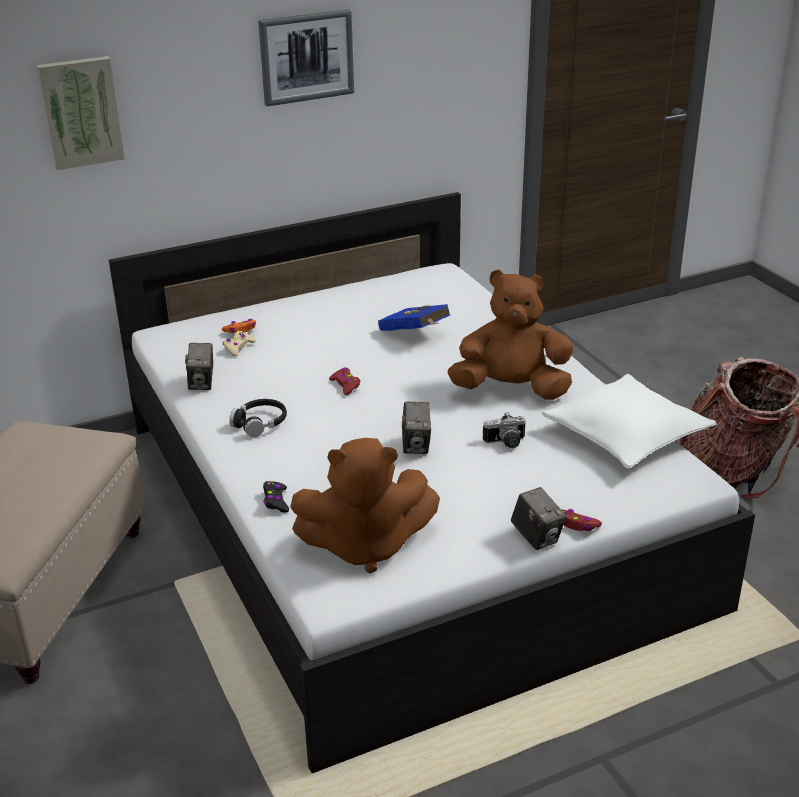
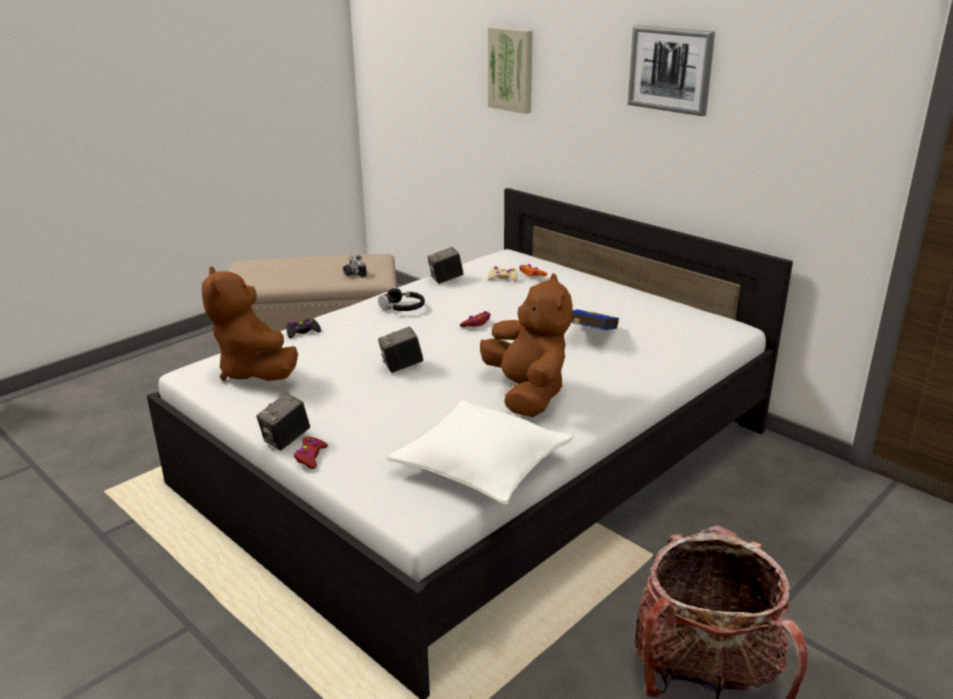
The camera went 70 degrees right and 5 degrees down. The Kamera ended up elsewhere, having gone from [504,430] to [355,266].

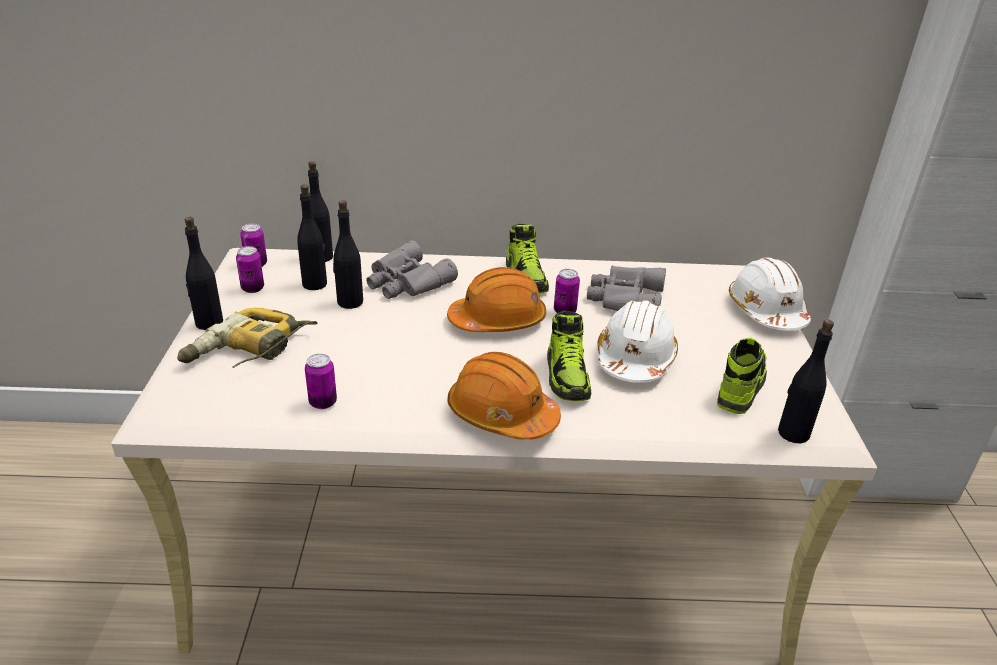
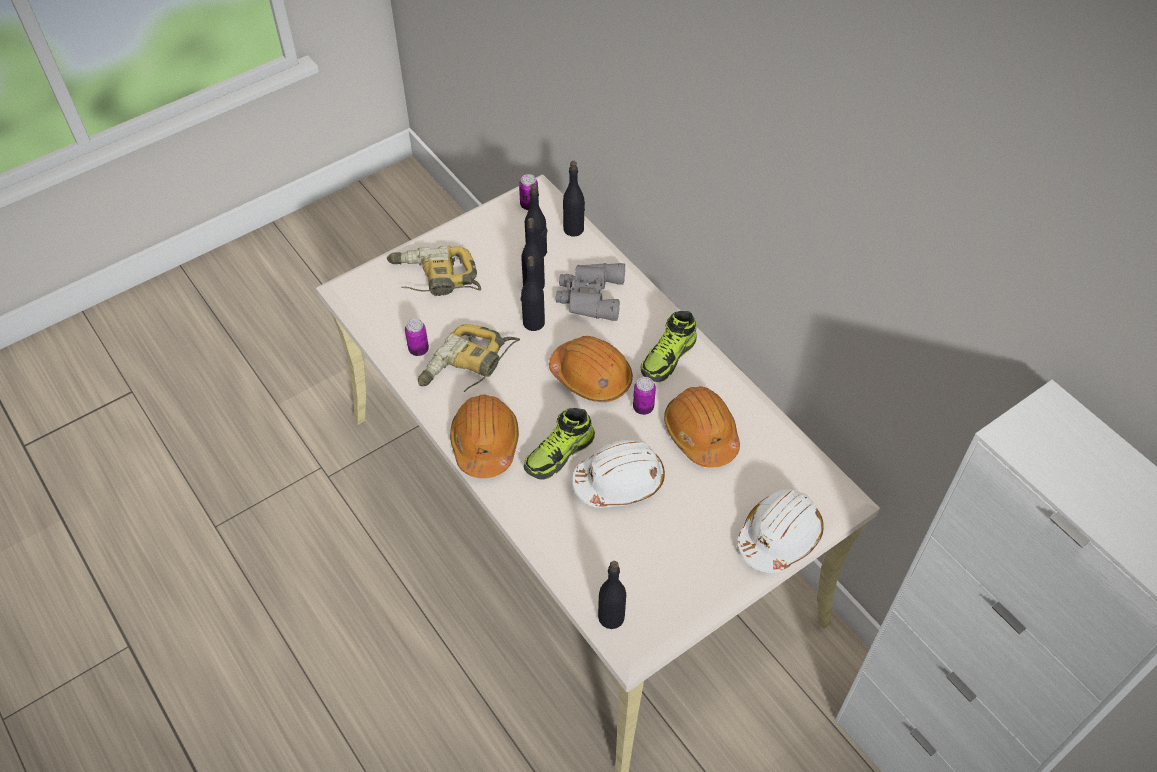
The camera went 55 degrees right and 20 degrees up. The second view lost the Dose at [250,269]. The second view lost the Schuh at [742,376]. The second view gained the Bohrmaschine at [469,358]. The Flasche [schwarz] ended up elsewhere, having gone from [204,273] to [533,293]. Where the Fernglas [grau] stood at [626,288], the Schutzhelm [orange] came to stand at [702,427].

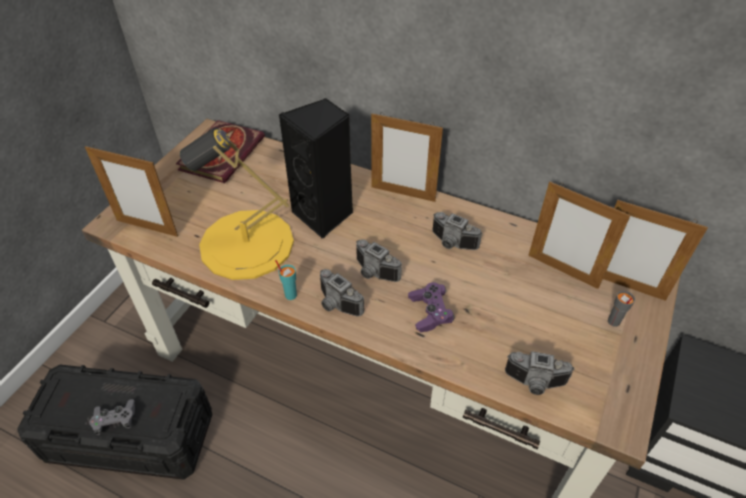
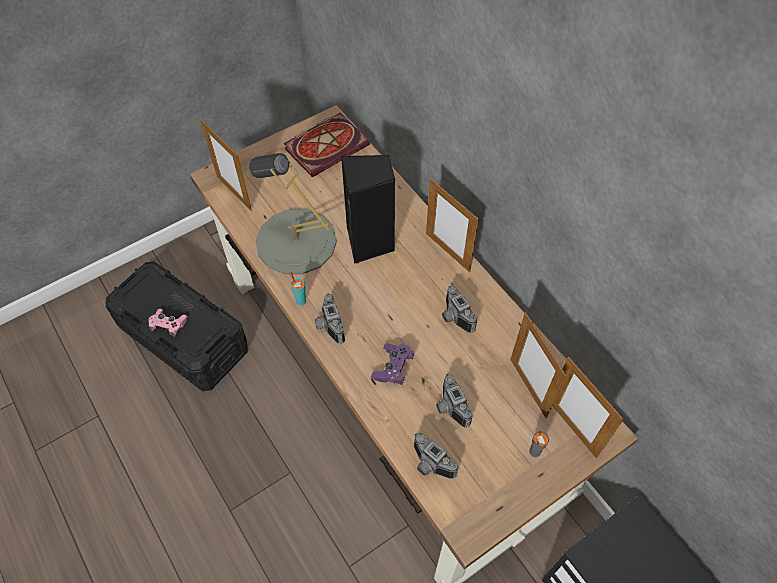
The camera went 30 degrees right and 10 degrees up. The Kamera ended up elsewhere, having gone from [379,260] to [454,401]. What was the Gamepad [grau] at [112,417] turned into the Gamepad [rosa] at [168,322]. What was the Tischlampe [gelb] at [237,203] turned into the Tischlampe [grau] at [293,213].

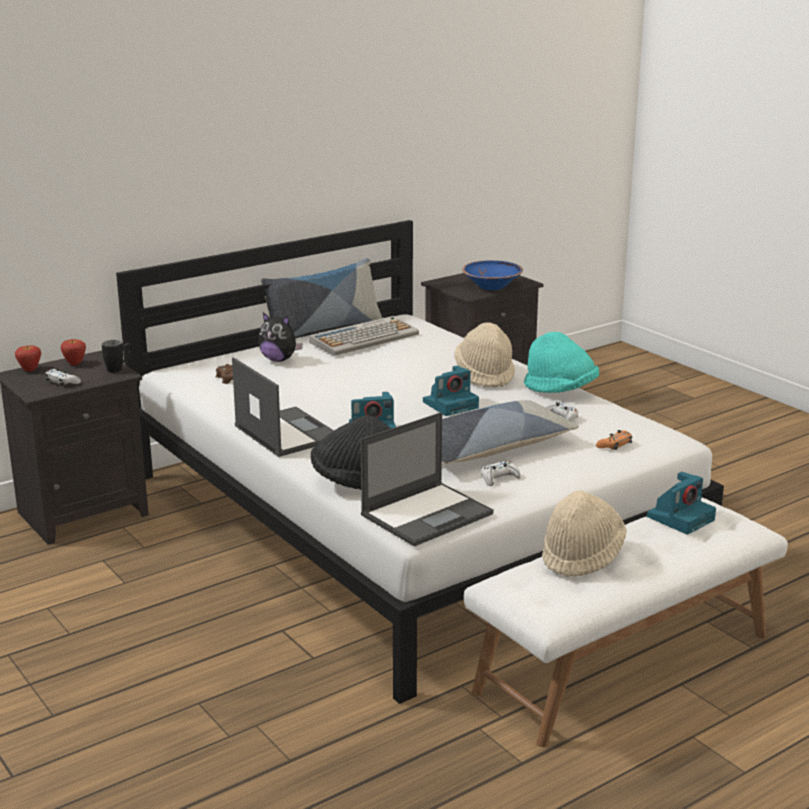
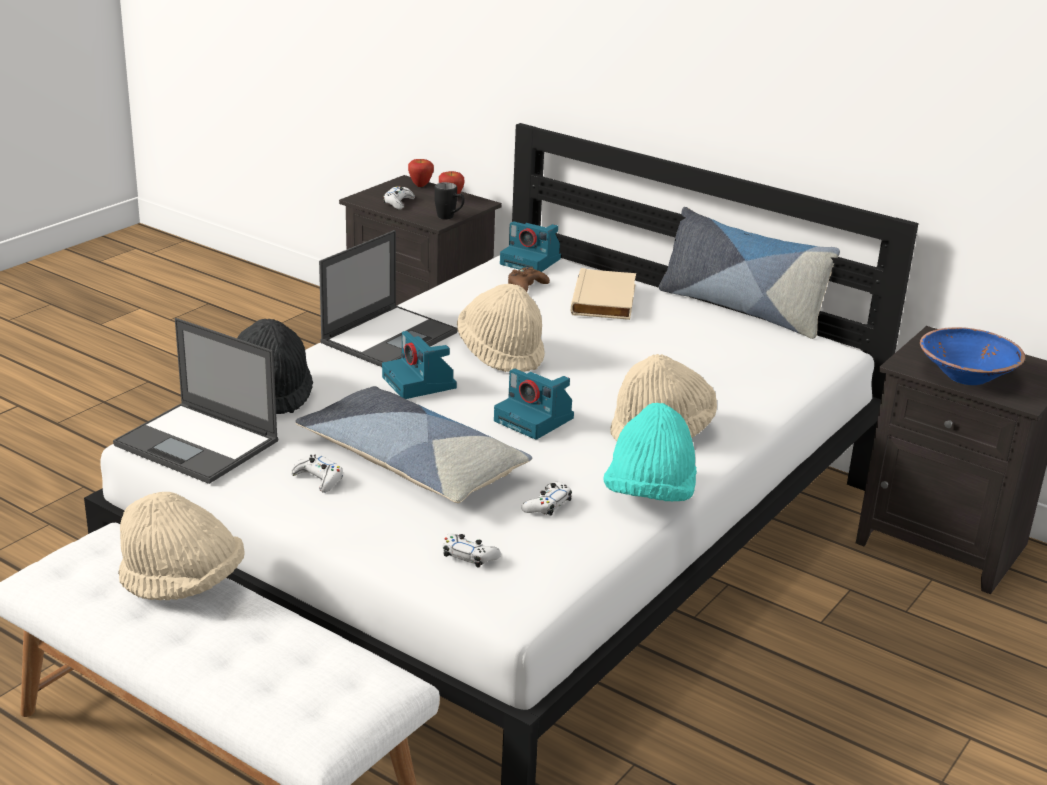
The camera went 70 degrees right and 5 degrees up. The second view lost the Tastatur at [364,336]. The second view gained the Hut [beige] at [501,328]. The Kamera ended up elsewhere, having gone from [681,503] to [530,246]. Where the Plüschtier stood at [280,337], the Buch [beige] came to stand at [603,294]. What was the Gamepad [orange] at [614,440] turned into the Gamepad [weiß] at [471,550].

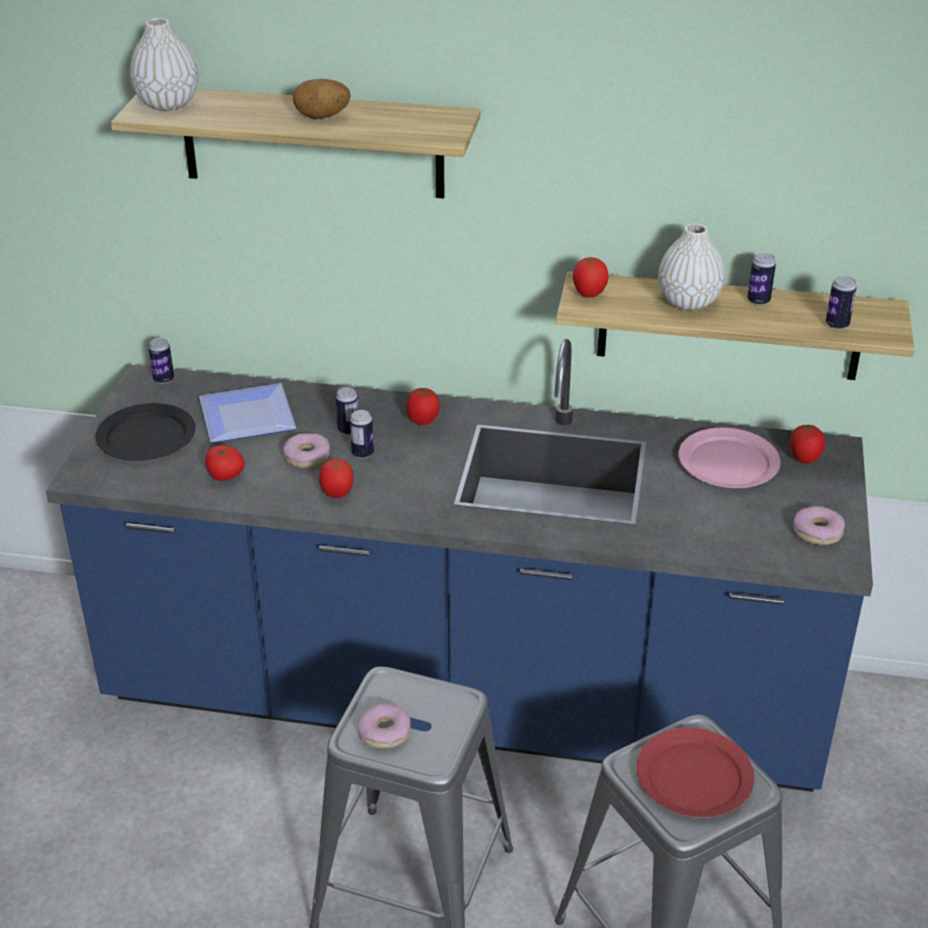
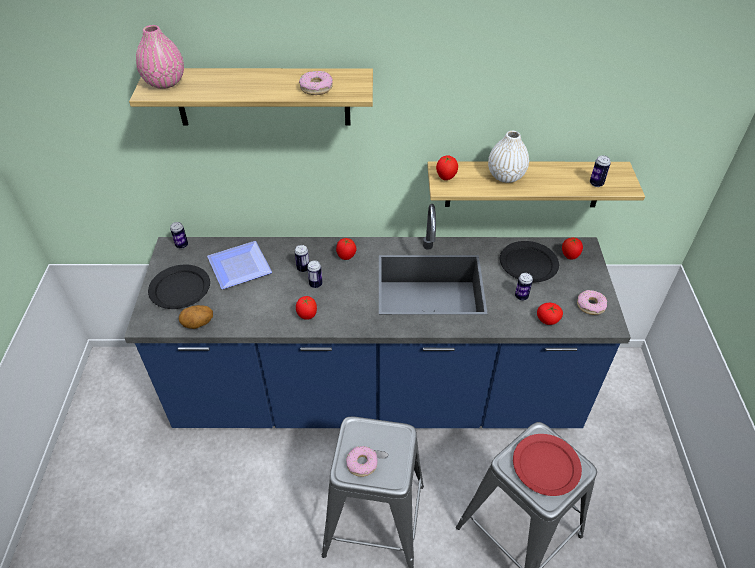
The camera went 10 degrees left and 10 degrees up. The Tomate ended up elsewhere, having gone from [225,463] to [550,314]. The Donut ended up elsewhere, having gone from [306,450] to [316,83]. The Kartoffel ended up elsewhere, having gone from [322,99] to [196,317]. The Dose ended up elsewhere, having gone from [761,279] to [524,287]. What was the Vase [weiß] at [164,64] turned into the Vase [rosa] at [160,57]. What was the Teller [rosa] at [729,458] turned into the Teller [schwarz] at [529,261].

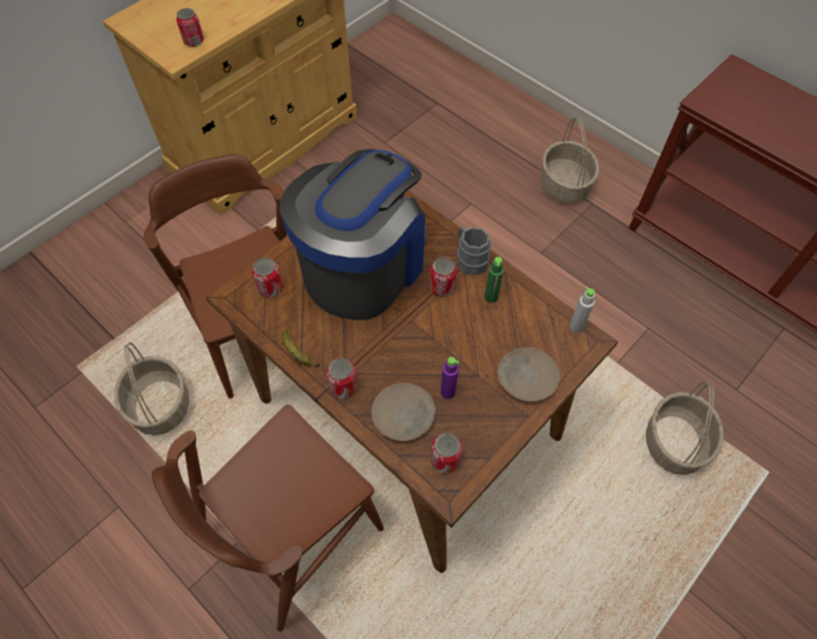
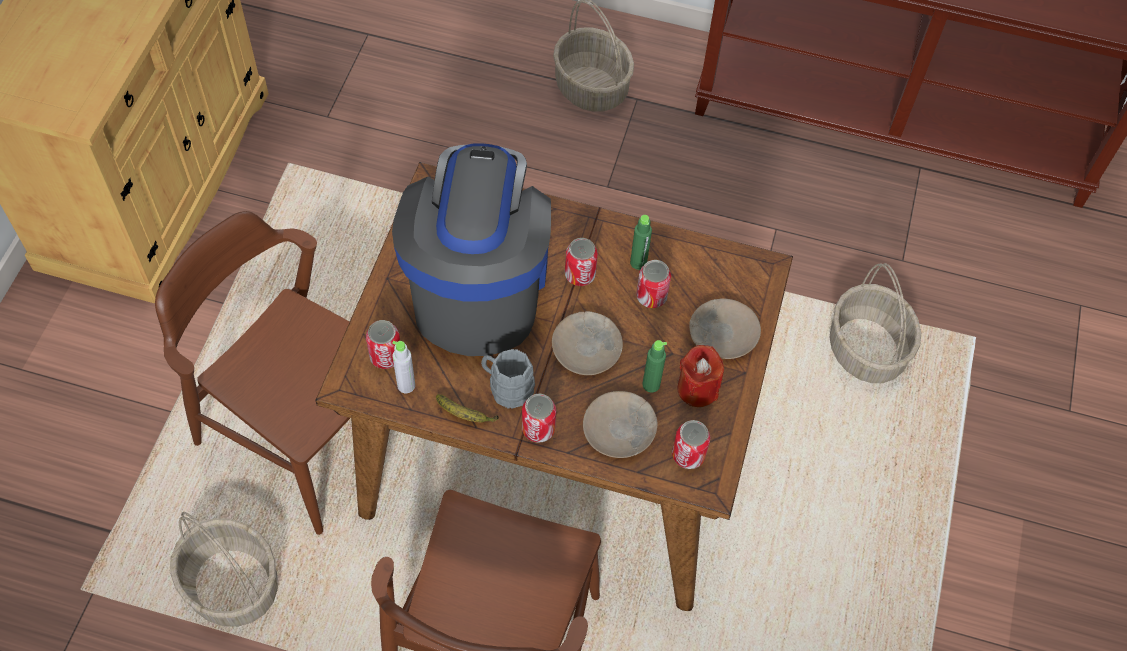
The camera went 30 degrees left and 0 degrees up. The second view gained the Teller [beige] at [587,343]. The second view gained the Kerze [rot] at [701,376]. The Dose ended up elsewhere, having gone from [190,27] to [653,284]. The Henkelbecher [grau] ended up elsewhere, having gone from [474,251] to [508,379]. The Flasche [grau] ended up elsewhere, having gone from [582,310] to [403,367]. What was the Flasche [lila] at [449,378] turned into the Flasche [grün] at [654,366].

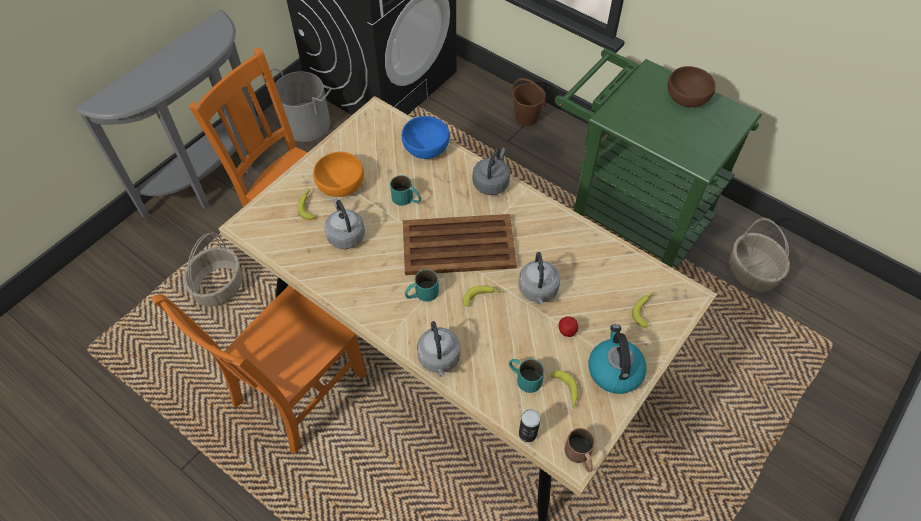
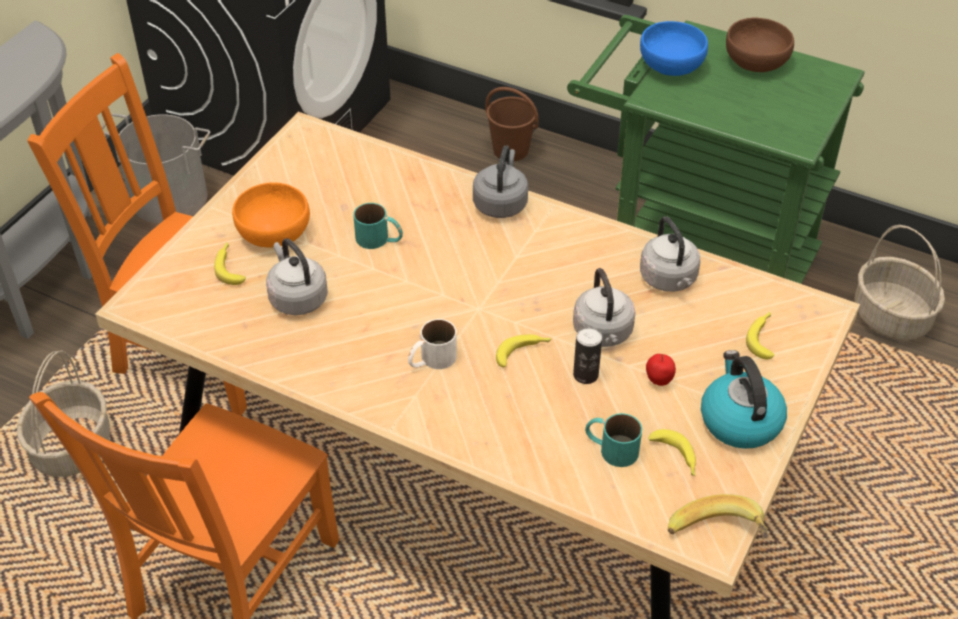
The camera went 10 degrees left and 10 degrees down. The second view lost the Tablett [braun] at [460,244]. The Schüssel [blau] ended up elsewhere, having gone from [426,137] to [674,48]. The Wasserkessel [grau] ended up elsewhere, having gone from [438,349] to [670,254]. The Dose ended up elsewhere, having gone from [530,425] to [587,355]. Where the Henkelbecher [braun] stood at [580,450], the Banane came to stand at [718,516]. What was the Henkelbecher [türkis] at [422,285] turned into the Henkelbecher [weiß] at [432,344].

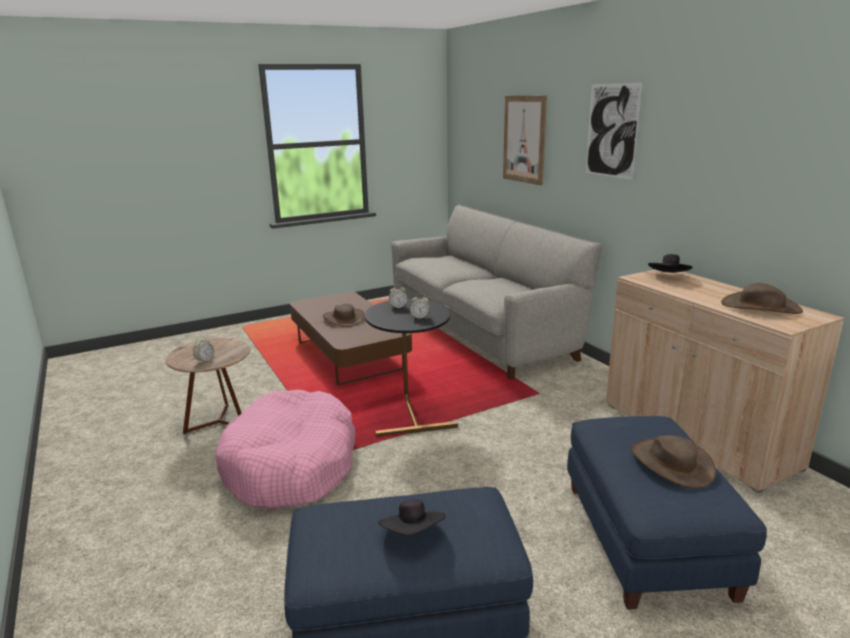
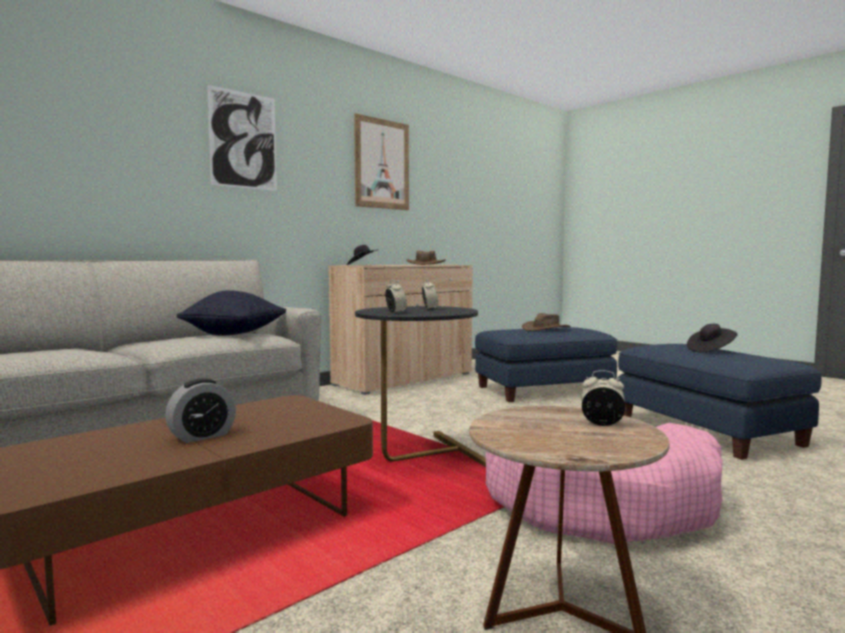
The camera went 105 degrees left and 15 degrees down. The second view gained the Kissen [schwarz] at [231,313]. The Bild ended up elsewhere, having gone from [525,141] to [381,161]. Where the Hut [braun] stood at [344,315], the Wecker came to stand at [200,410].

